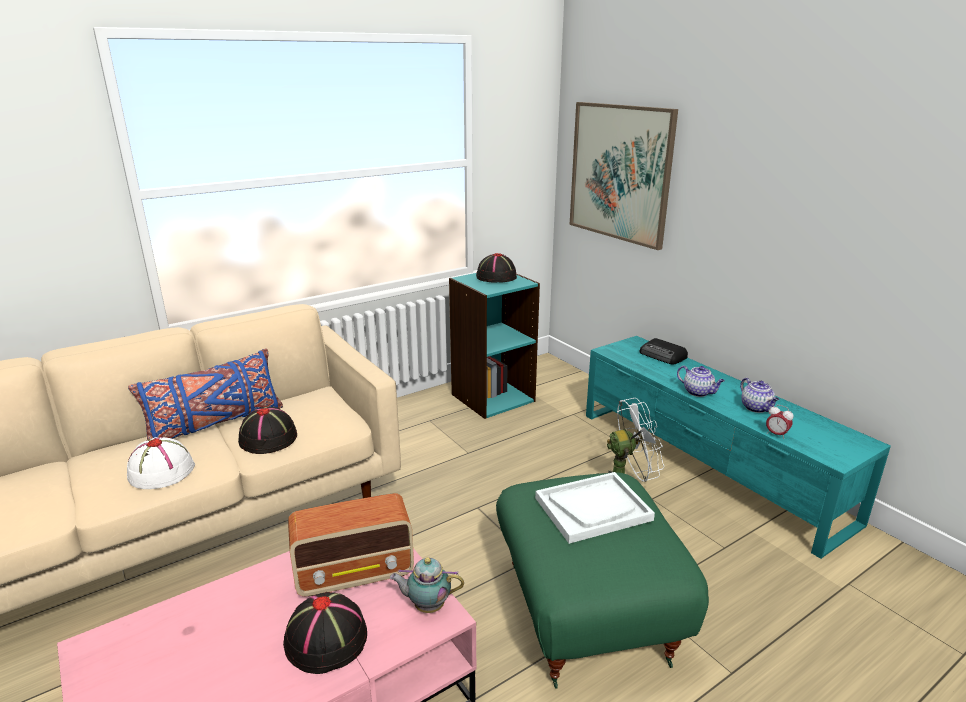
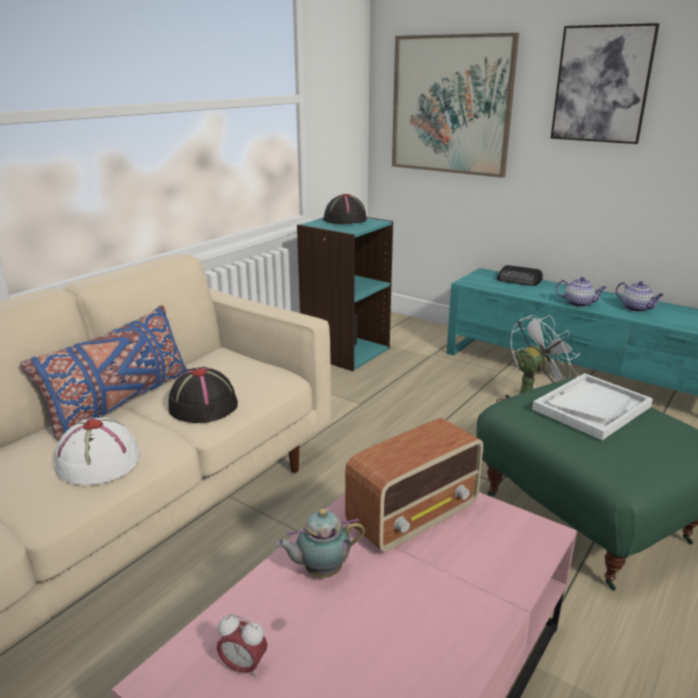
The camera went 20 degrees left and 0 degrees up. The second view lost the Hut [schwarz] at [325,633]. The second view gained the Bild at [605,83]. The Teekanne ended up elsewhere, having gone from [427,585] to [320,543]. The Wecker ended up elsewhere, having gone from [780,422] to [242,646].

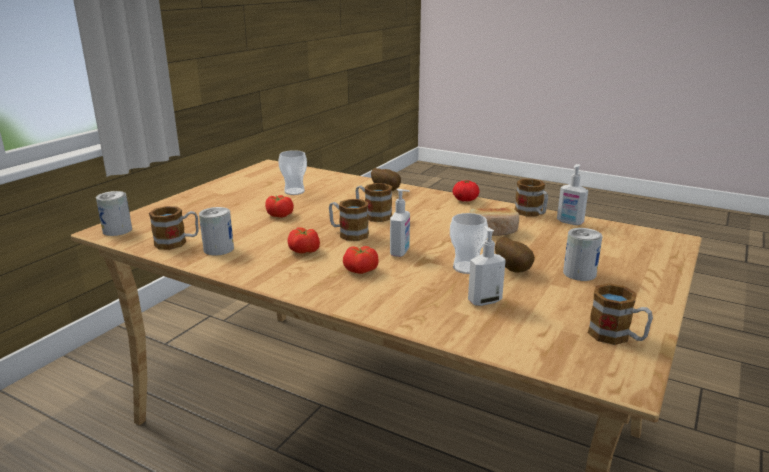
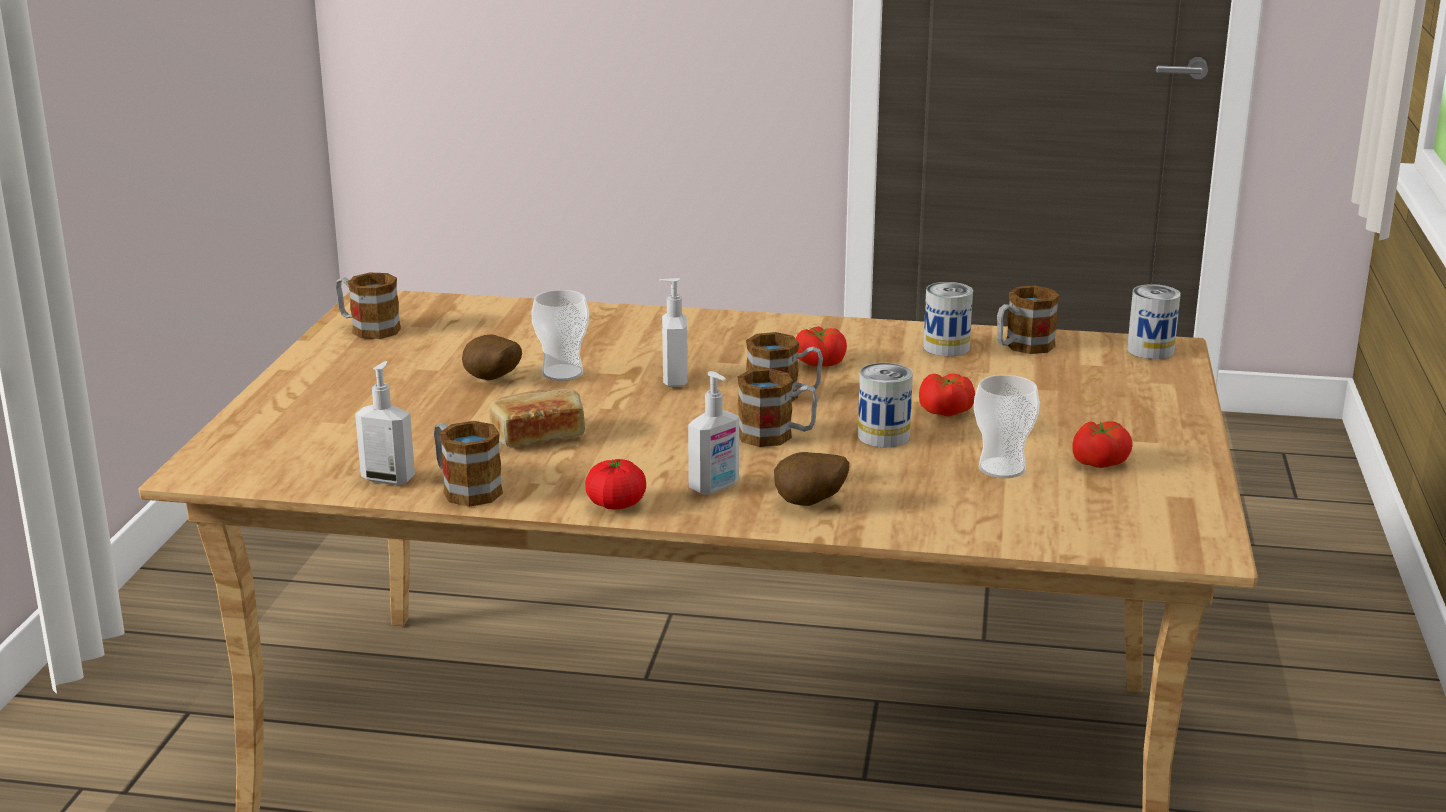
The camera went 160 degrees right and 0 degrees up. The Tomate ended up elsewhere, having gone from [361,260] to [1102,444]. The Seifenspender ended up elsewhere, having gone from [487,266] to [713,433]. The Dose ended up elsewhere, having gone from [582,254] to [885,405].

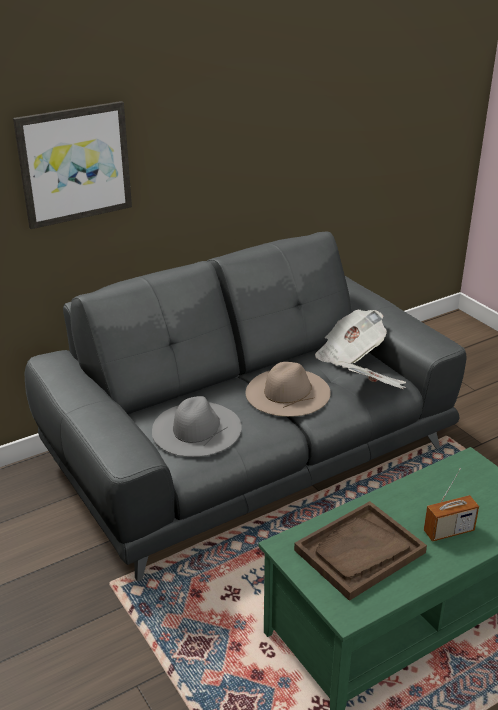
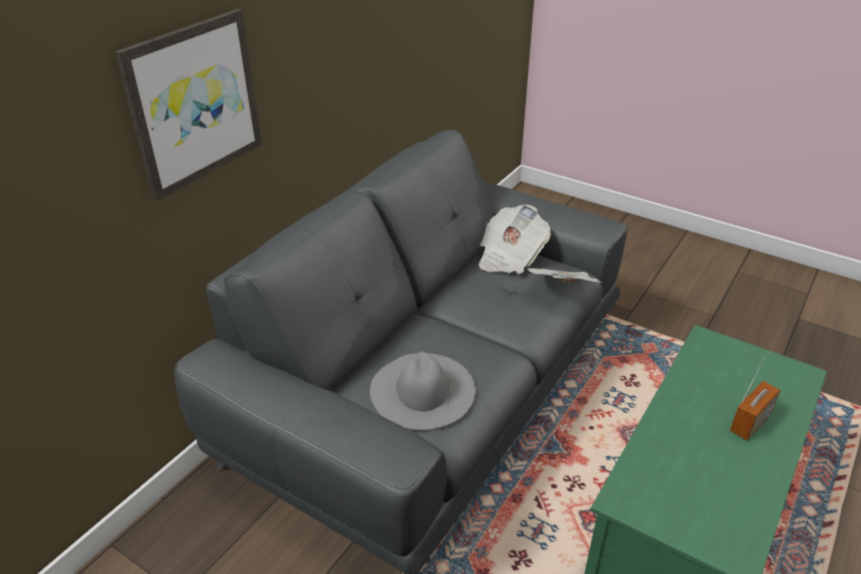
The camera went 25 degrees left and 5 degrees up. The second view lost the Hut [beige] at [288,389]. The second view lost the Tablett [braun] at [360,551].

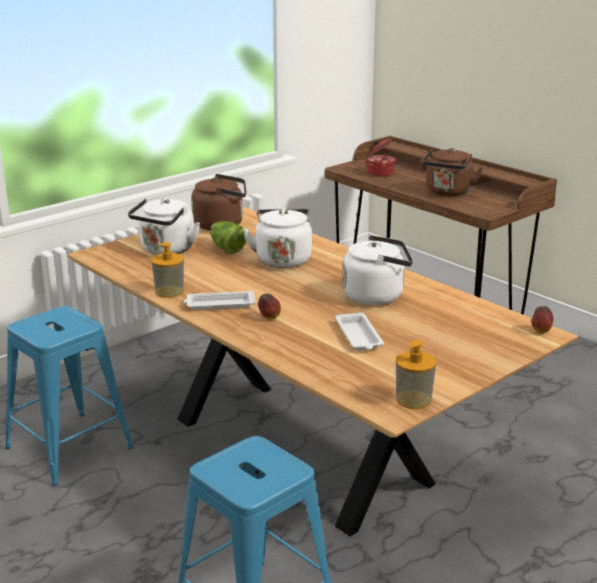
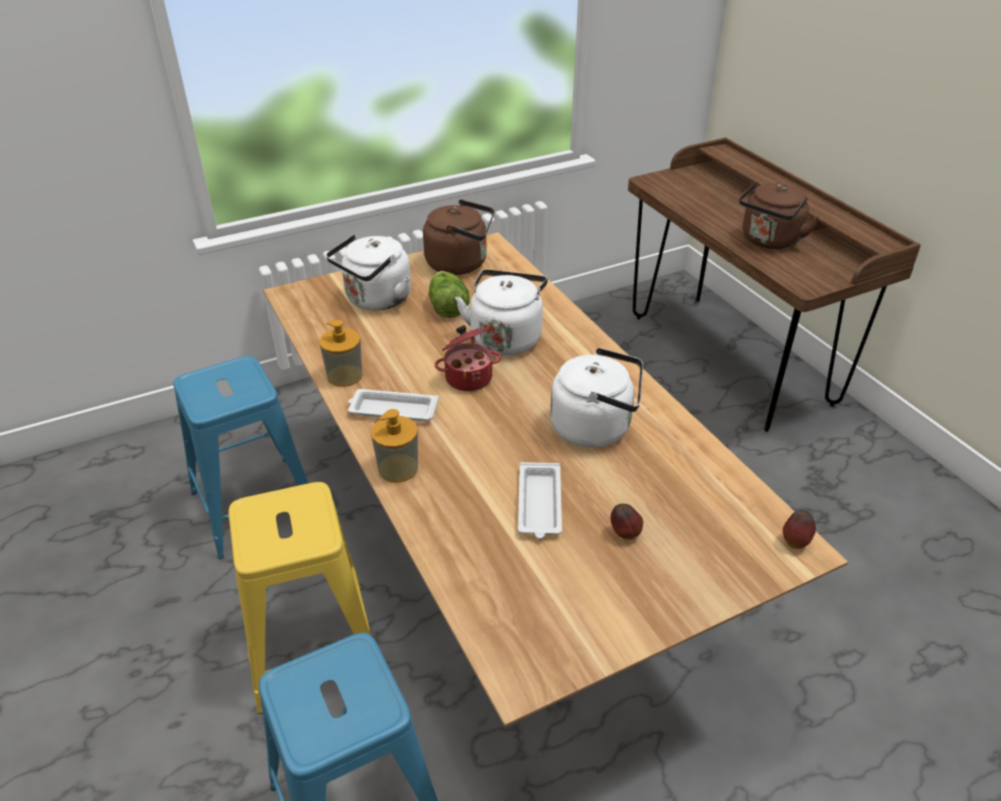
The camera went 15 degrees right and 15 degrees up. The second view gained the Hocker [gelb] at [299,598]. The Apfel ended up elsewhere, having gone from [269,306] to [627,522]. The Kochtopf ended up elsewhere, having gone from [380,157] to [468,358]. The Seifenspender ended up elsewhere, having gone from [416,374] to [394,446].

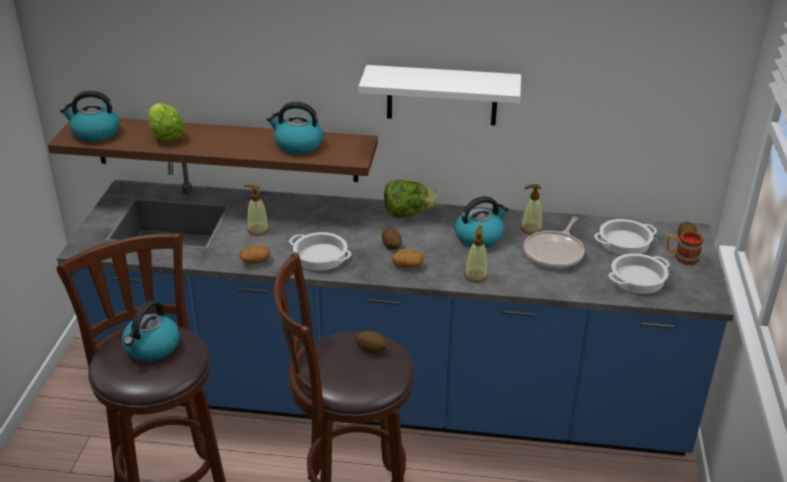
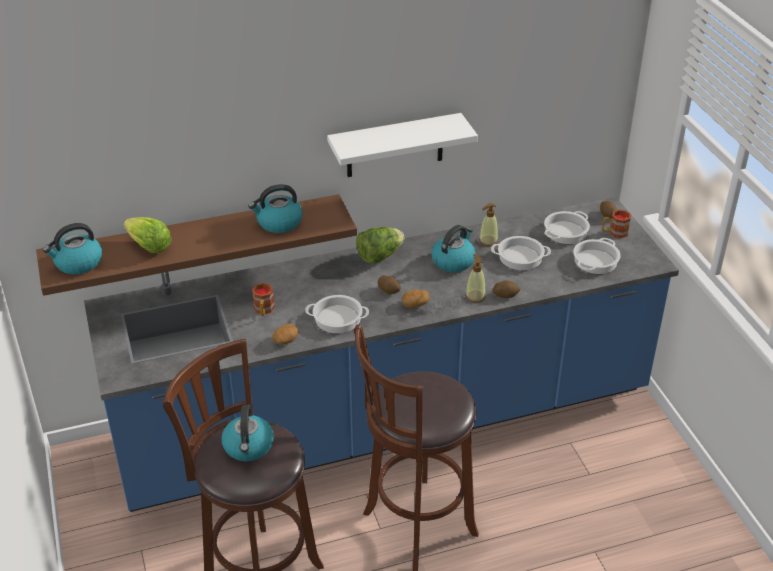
The camera went 25 degrees left and 5 degrees up. The Kartoffel ended up elsewhere, having gone from [371,342] to [506,289]. Where the Seifenspender stood at [256,210], the Henkelbecher came to stand at [263,299]. Where the Pfanne stood at [554,243], the Kochtopf came to stand at [521,253].

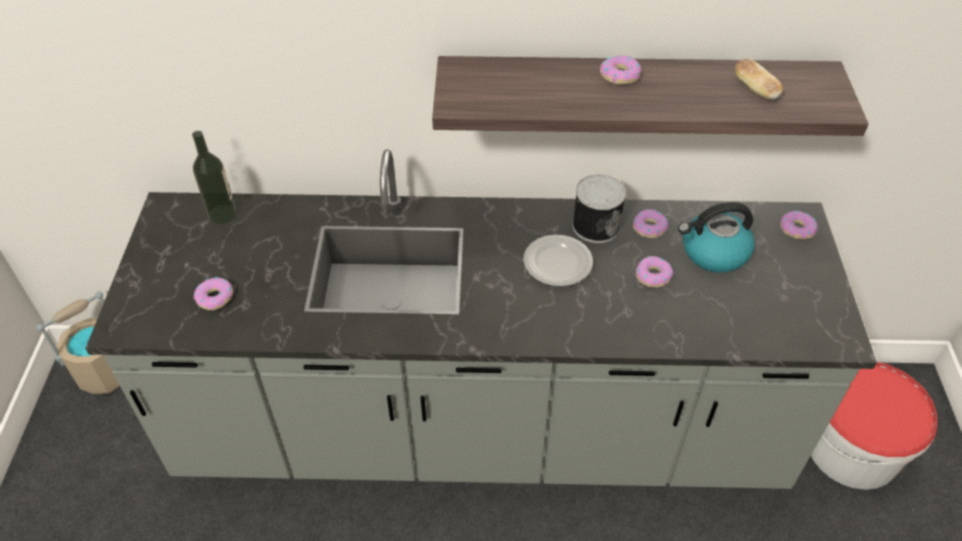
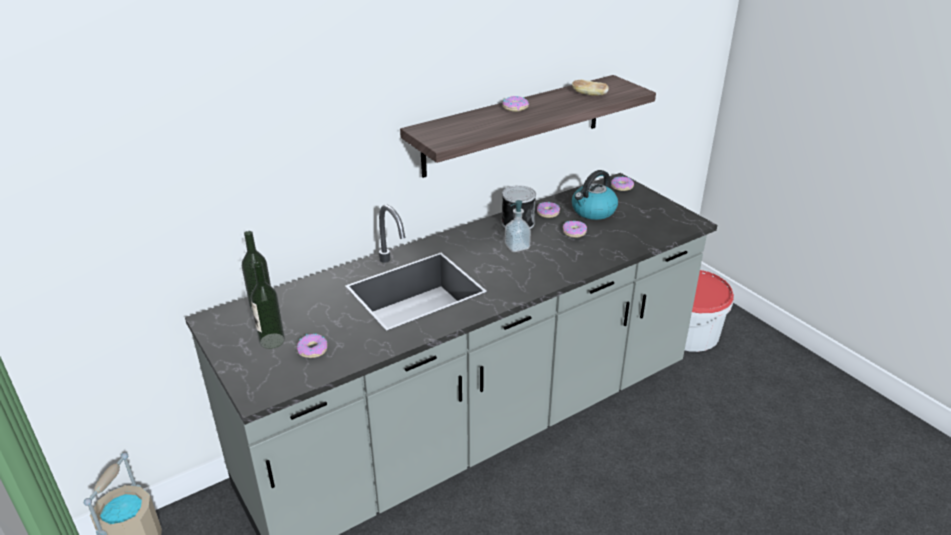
The camera went 35 degrees left and 15 degrees down. The second view gained the Flasche at [268,305]. Where the Teller stood at [558,260], the Seifenspender came to stand at [518,226].

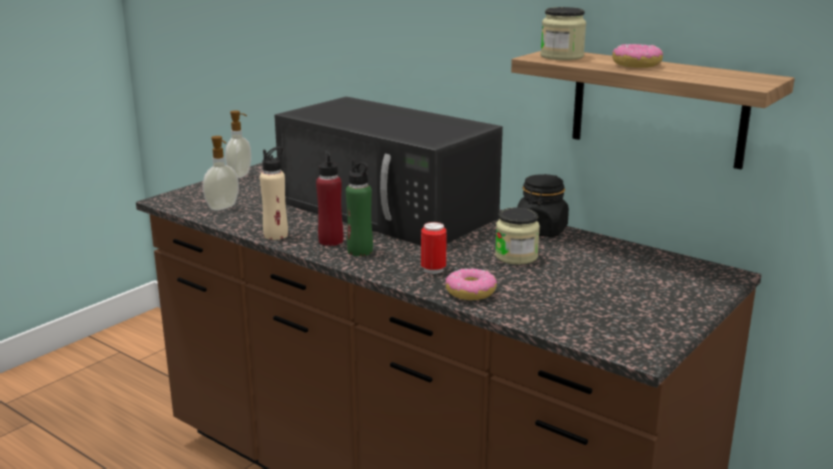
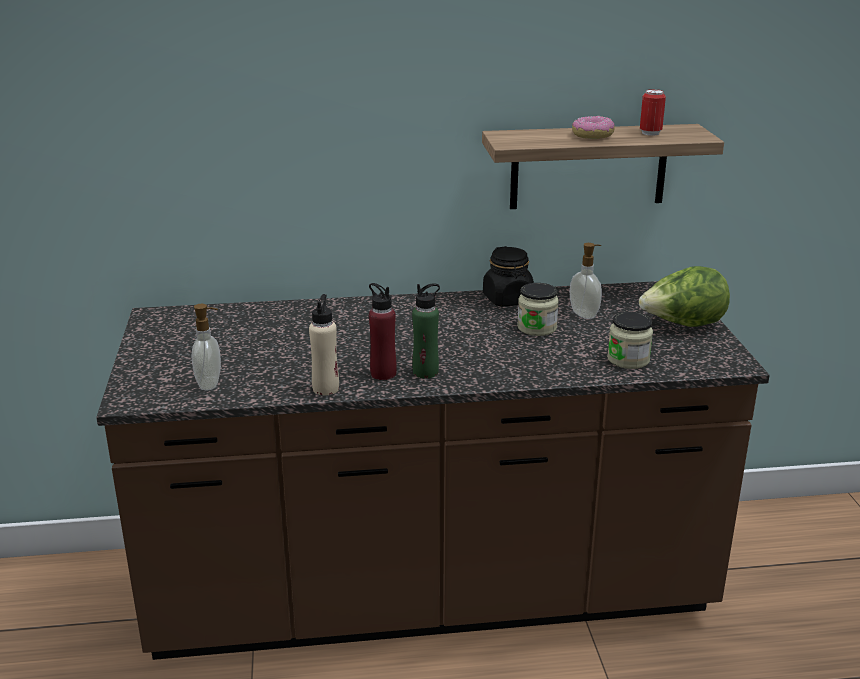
The camera went 45 degrees left and 5 degrees up. The second view lost the Mikrowelle [schwarz] at [388,171]. The second view lost the Donut at [471,284]. The second view gained the Salatkopf at [684,296]. The Seifenspender ended up elsewhere, having gone from [238,144] to [586,281]. The Dose ended up elsewhere, having gone from [434,248] to [653,112]. The Vorratsglas ended up elsewhere, having gone from [563,33] to [630,340].

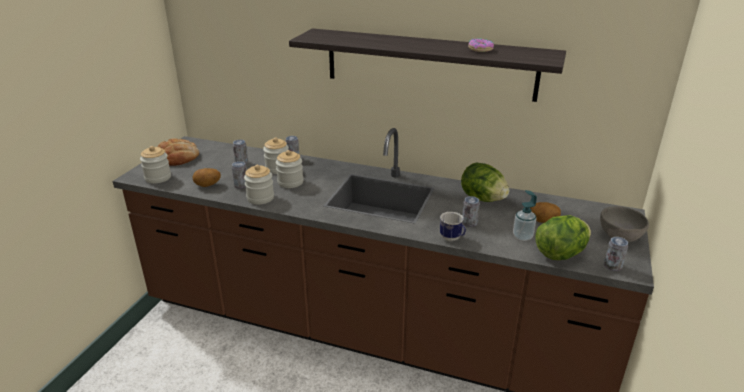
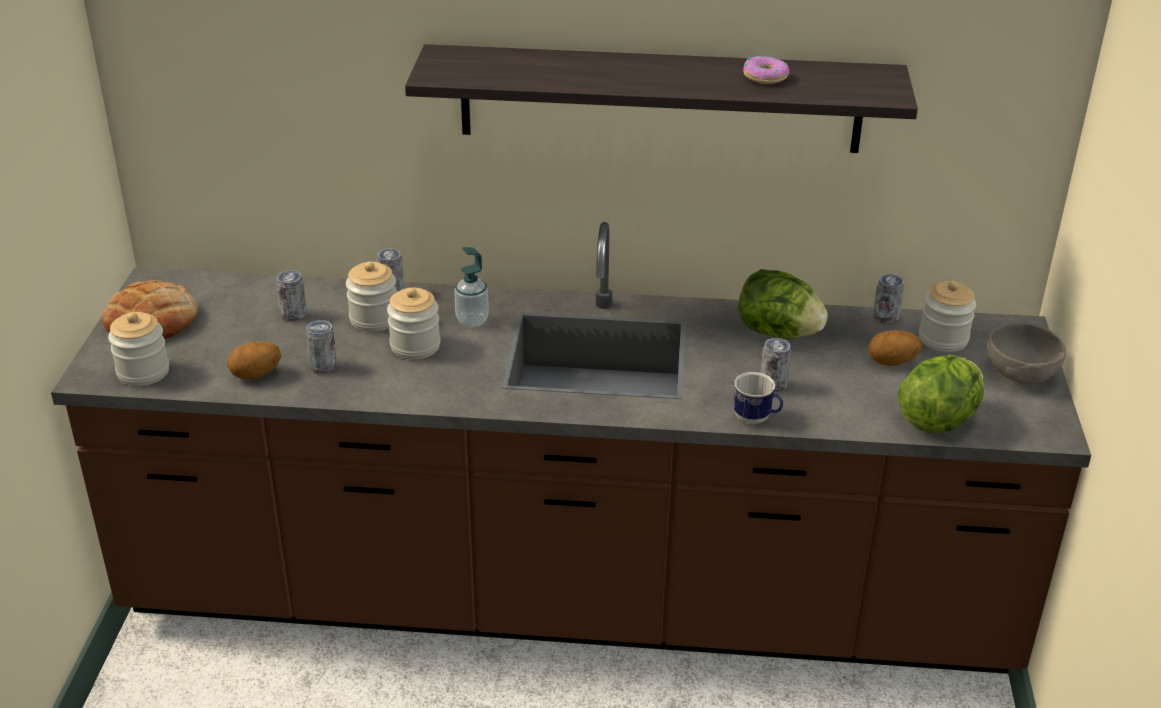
The camera went 15 degrees left and 5 degrees up. The Vorratsglas ended up elsewhere, having gone from [259,184] to [947,316]. The Seifenspender ended up elsewhere, having gone from [525,215] to [471,287]. The Dose ended up elsewhere, having gone from [616,254] to [888,299].

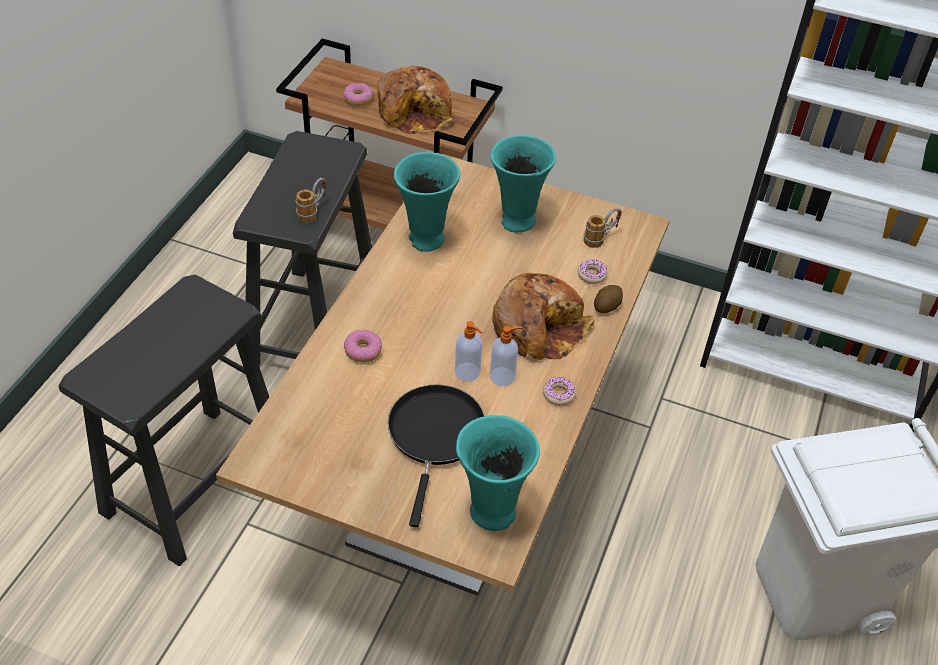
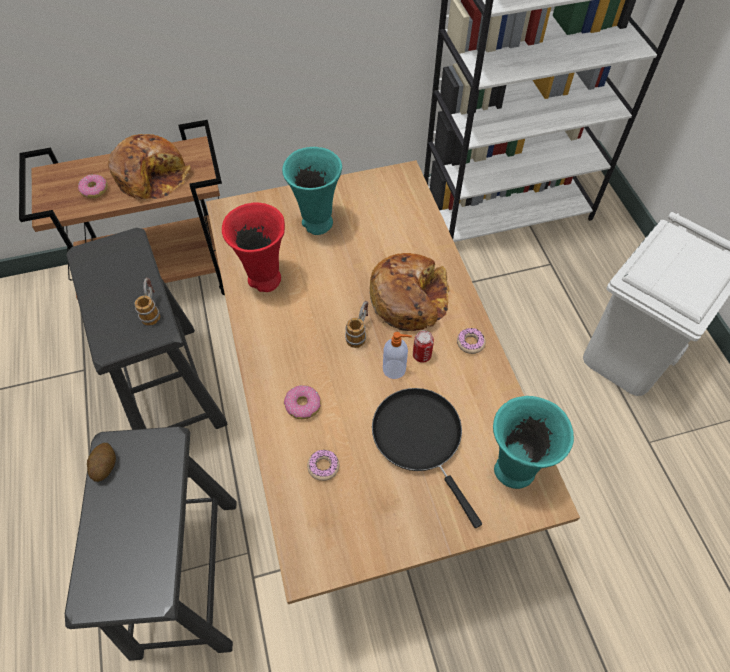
The camera went 35 degrees left and 10 degrees up. The Donut ended up elsewhere, having gone from [592,271] to [323,465]. The Henkelbecher ended up elsewhere, having gone from [603,228] to [356,324]. The Kartoffel ended up elsewhere, having gone from [608,299] to [101,462]. Where the Seifenspender stood at [506,356], the Dose came to stand at [423,346]. What was the Vase [türkis] at [427,202] turned into the Vase [rot] at [253,247].

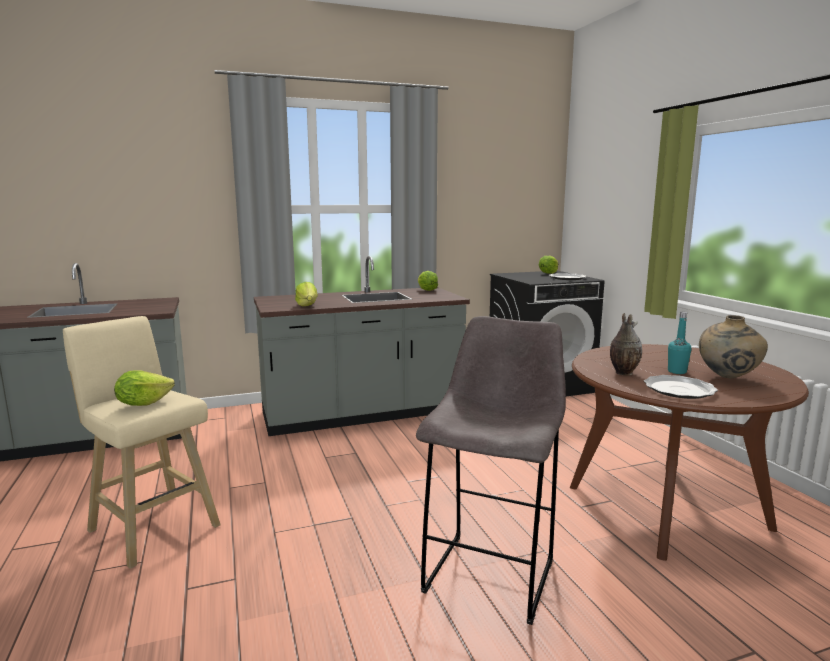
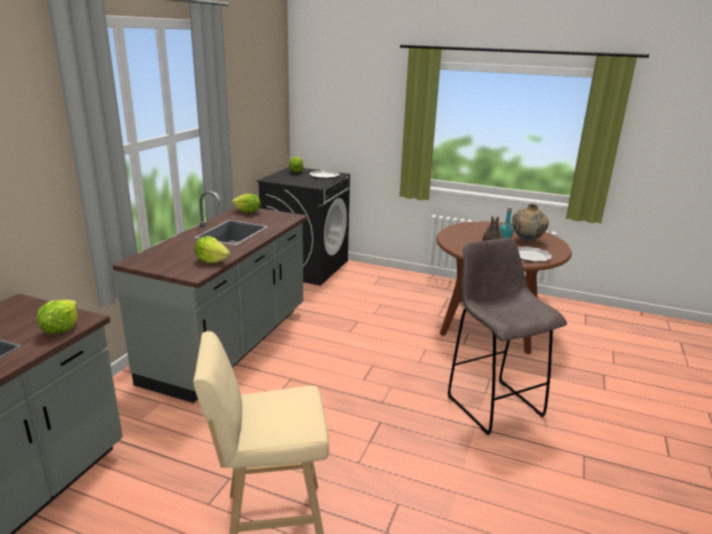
The camera went 50 degrees left and 10 degrees up. The Salatkopf ended up elsewhere, having gone from [144,388] to [57,317].

